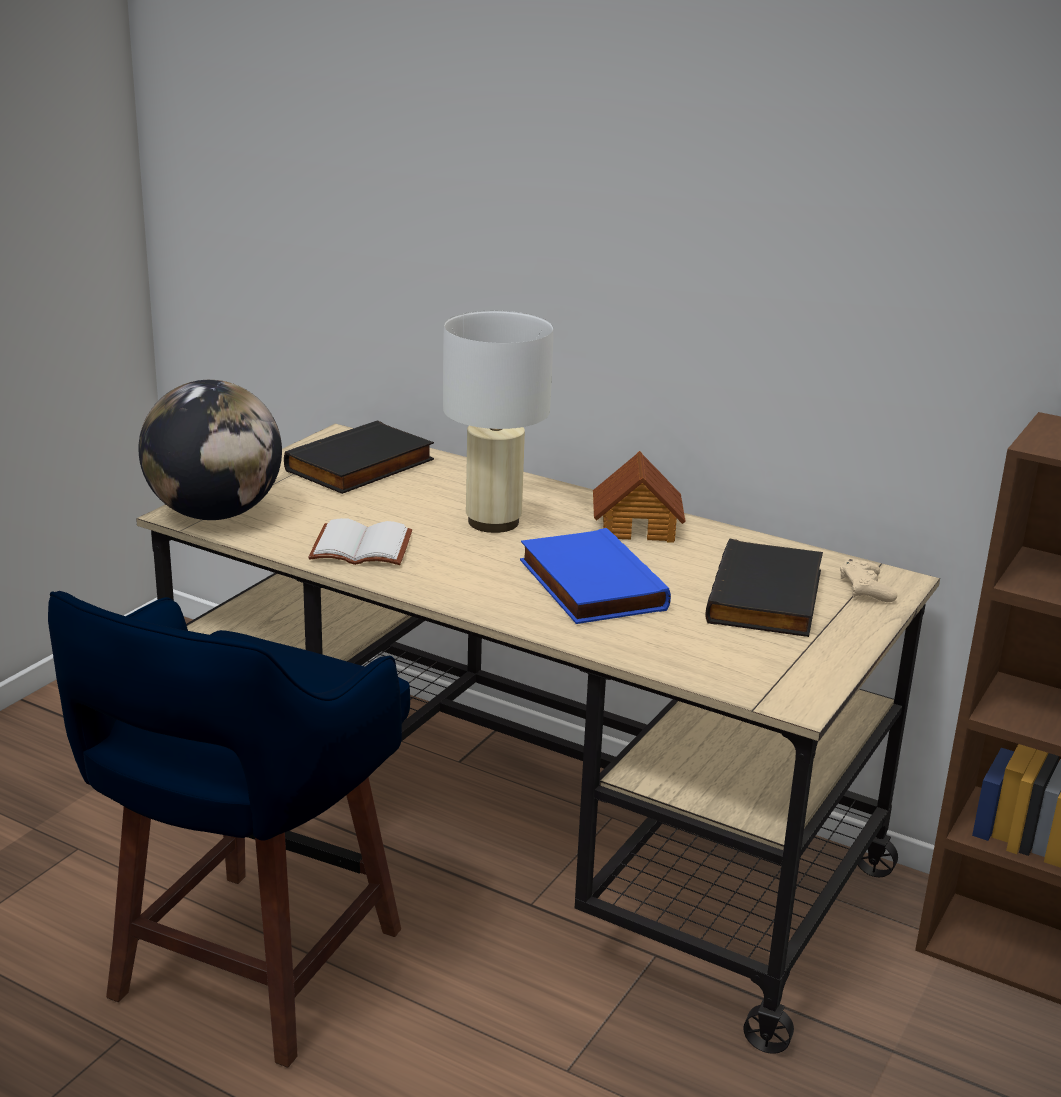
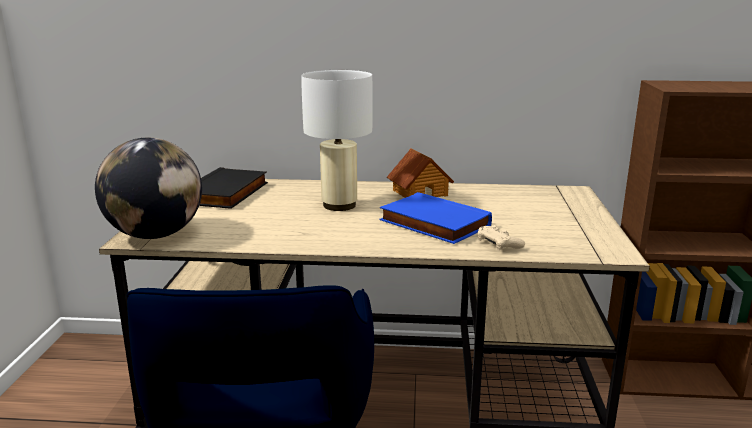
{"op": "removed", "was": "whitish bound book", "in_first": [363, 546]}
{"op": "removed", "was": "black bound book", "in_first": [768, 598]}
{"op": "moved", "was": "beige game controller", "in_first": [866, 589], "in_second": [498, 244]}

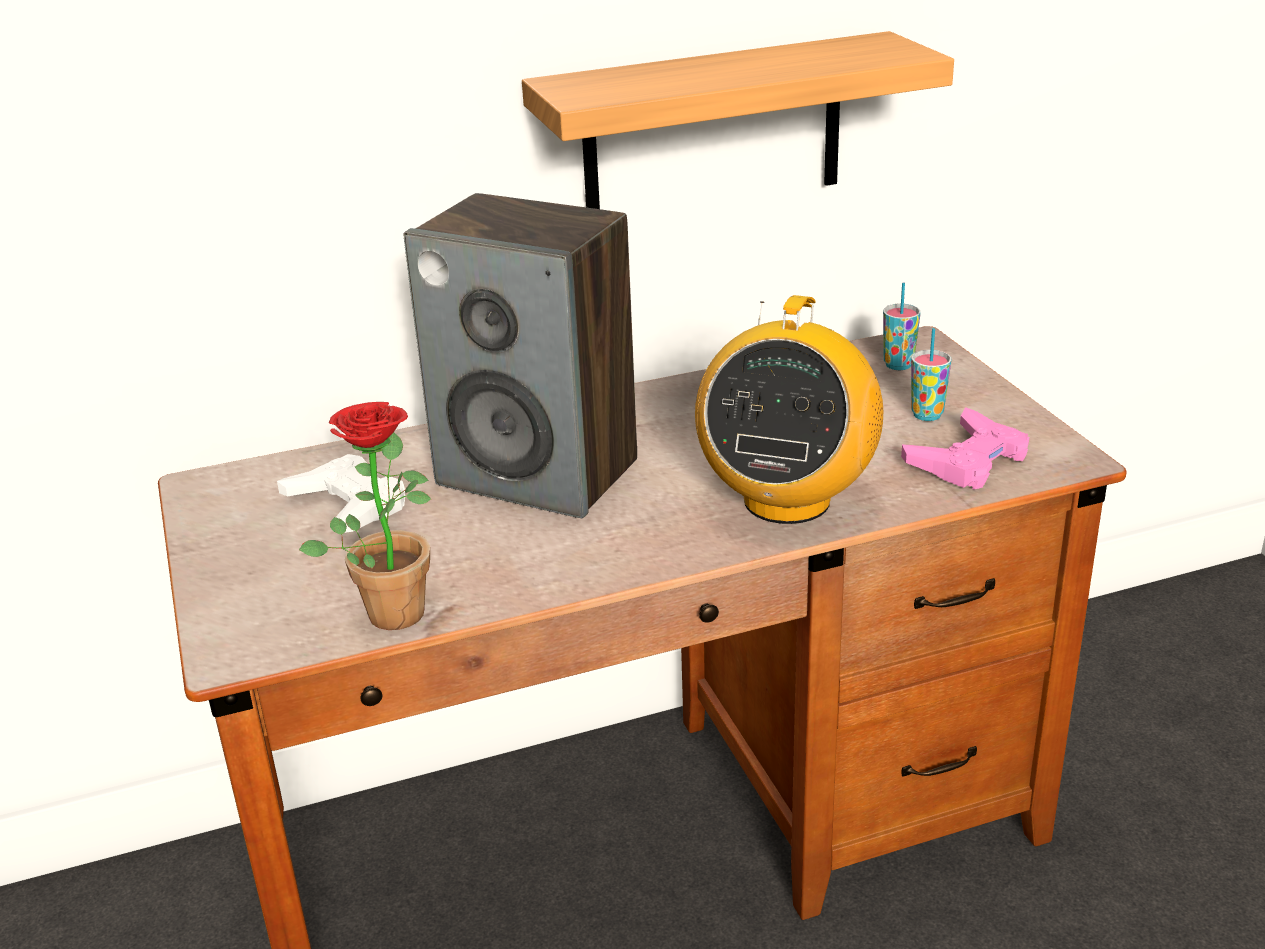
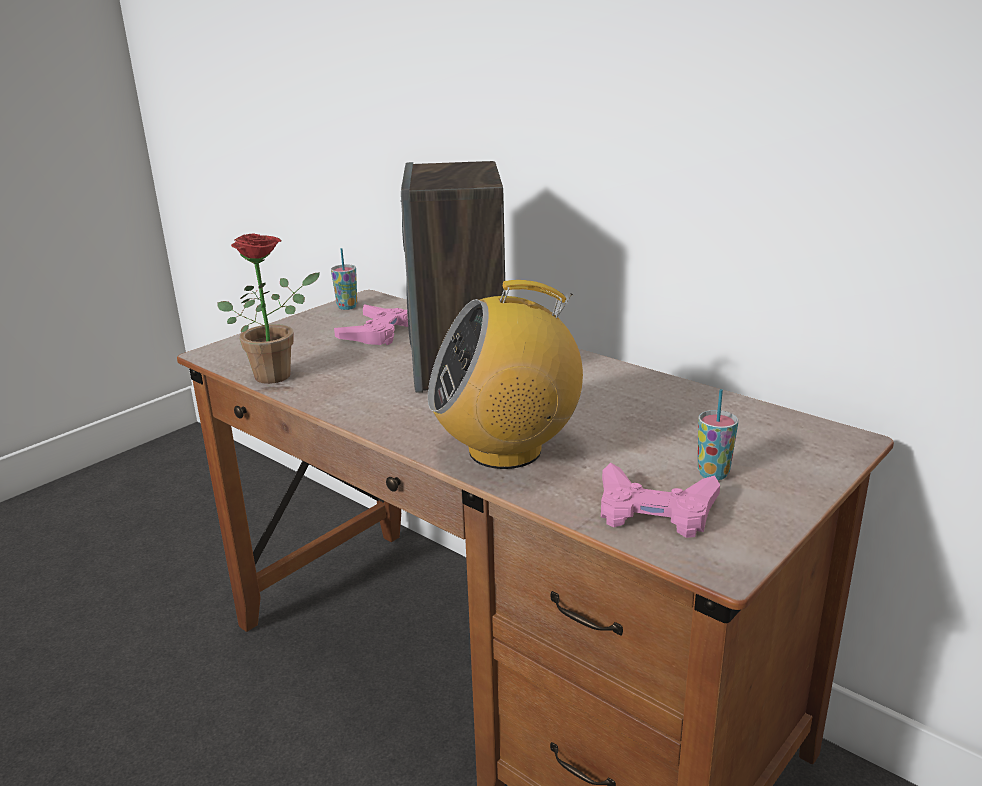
{"op": "removed", "was": "shelf", "in_first": [713, 129]}
{"op": "moved", "was": "cup", "in_first": [898, 365], "in_second": [347, 307]}
{"op": "recoloured", "was": "whitish game controller", "now": "pink game controller", "in_first": [348, 504], "in_second": [376, 332]}

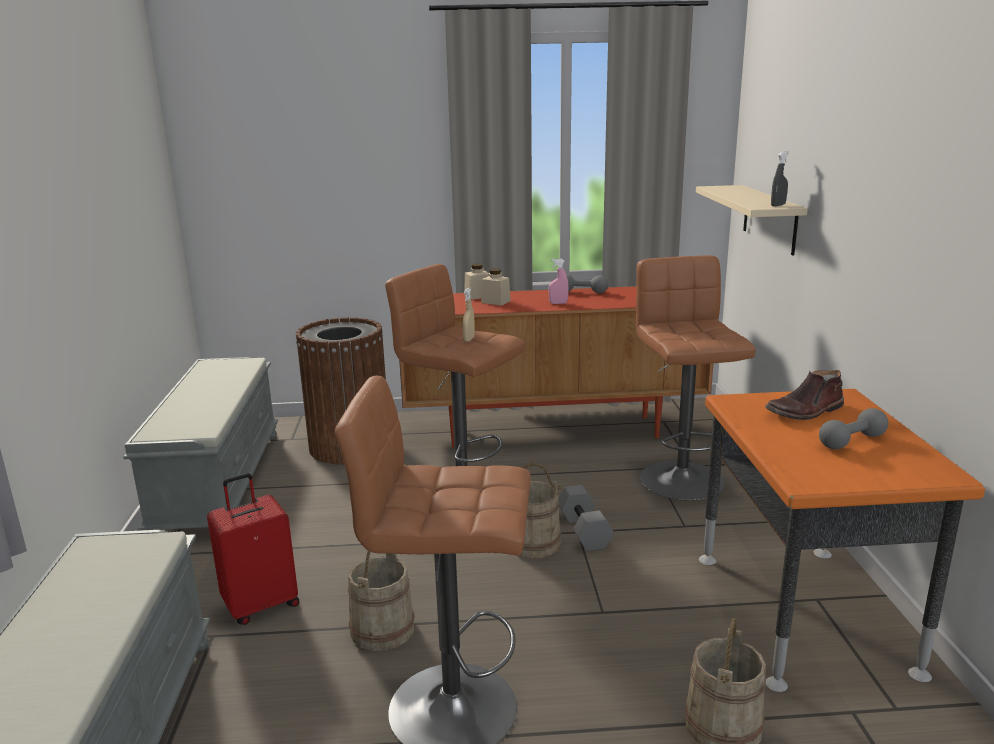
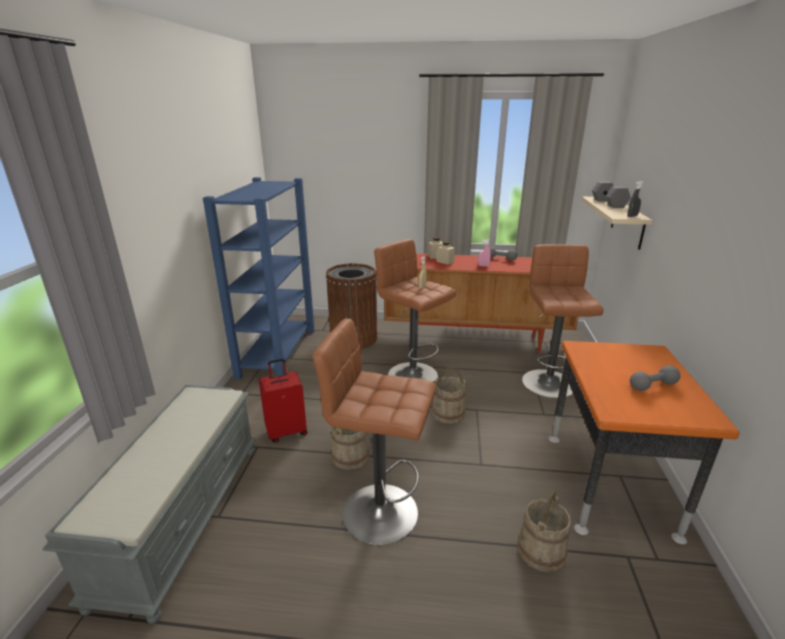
{"op": "replaced", "was": "gray indoor bench", "now": "bluish shelving unit", "in_first": [218, 482], "in_second": [277, 353]}
{"op": "removed", "was": "brown high-top boot", "in_first": [805, 411]}
{"op": "moved", "was": "gray free weight", "in_first": [585, 531], "in_second": [609, 203]}

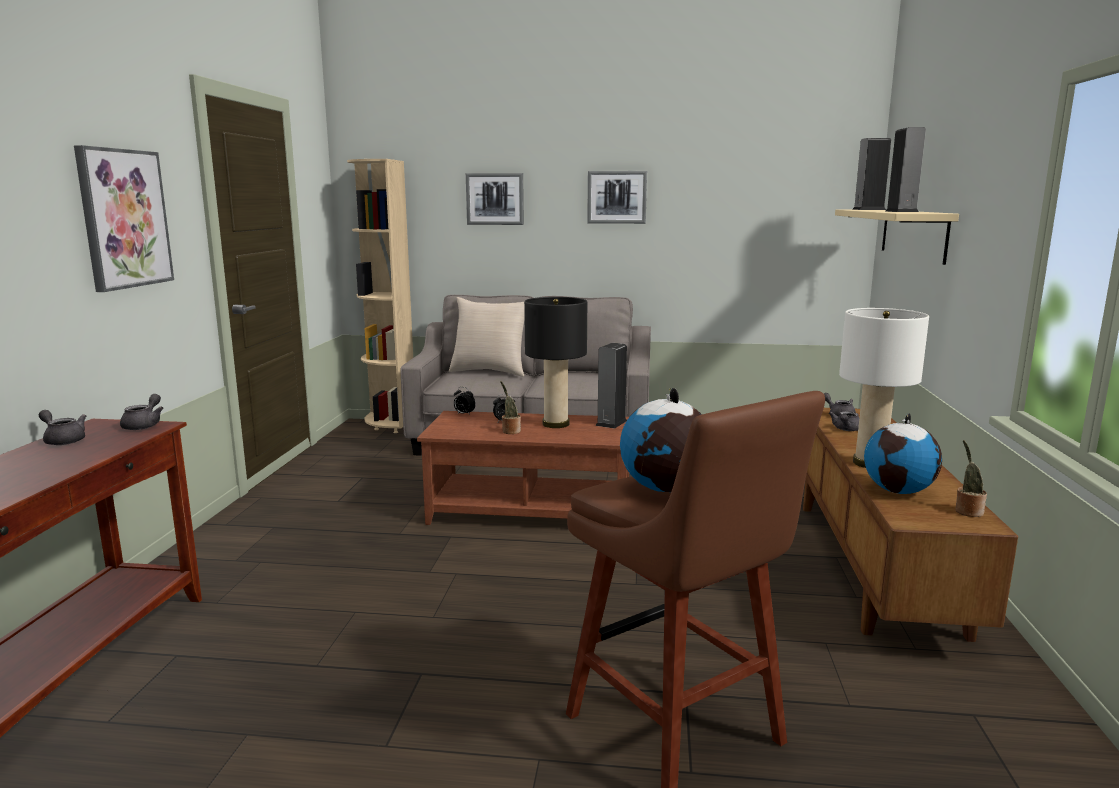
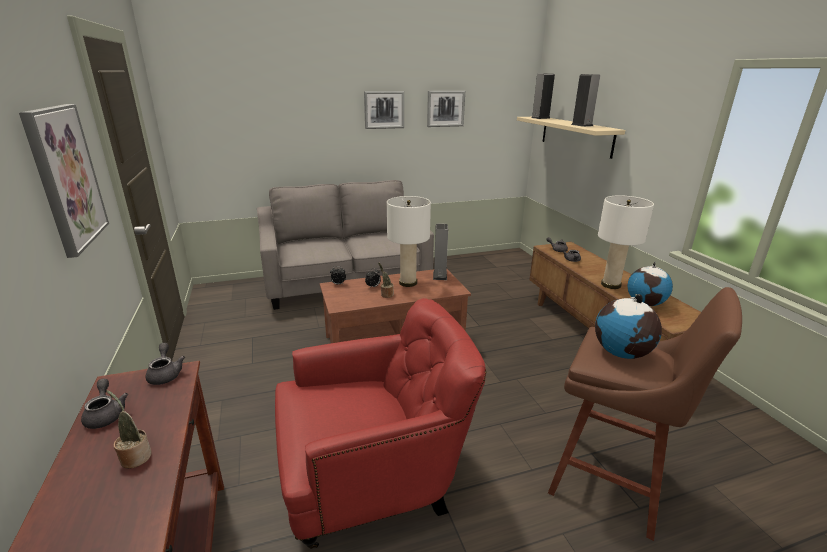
{"op": "removed", "was": "beige shelving unit", "in_first": [388, 427]}
{"op": "moved", "was": "wall art", "in_first": [495, 199], "in_second": [445, 108]}
{"op": "removed", "was": "beige cushion", "in_first": [490, 371]}
{"op": "recoloured", "was": "black table lamp", "now": "whitish table lamp", "in_first": [555, 424], "in_second": [407, 283]}
{"op": "turned", "was": "gray teapot", "in_first": [63, 440], "in_second": [106, 414], "clockwise": 60}
{"op": "moved", "was": "potted plant", "in_first": [967, 511], "in_second": [135, 456]}
{"op": "added", "now": "reddish armchair", "in_second": [374, 476]}

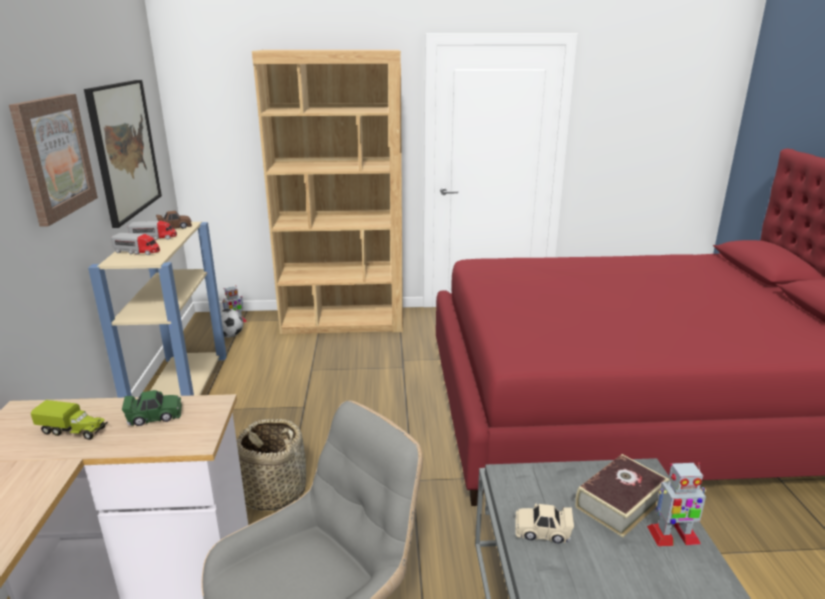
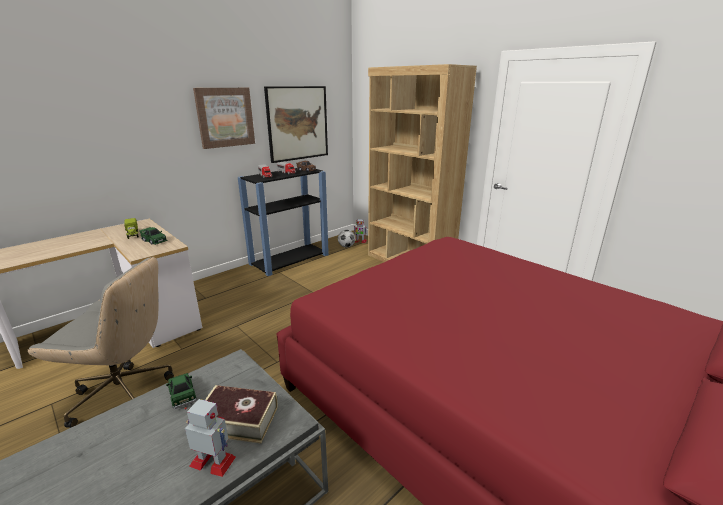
{"op": "recoloured", "was": "beige shelving unit", "now": "black shelving unit", "in_first": [181, 387], "in_second": [290, 259]}
{"op": "removed", "was": "basket", "in_first": [273, 491]}
{"op": "turned", "was": "toy robot", "in_first": [672, 535], "in_second": [213, 461], "clockwise": 150}
{"op": "recoloured", "was": "beige toy car", "now": "greenish toy car", "in_first": [542, 531], "in_second": [182, 395]}

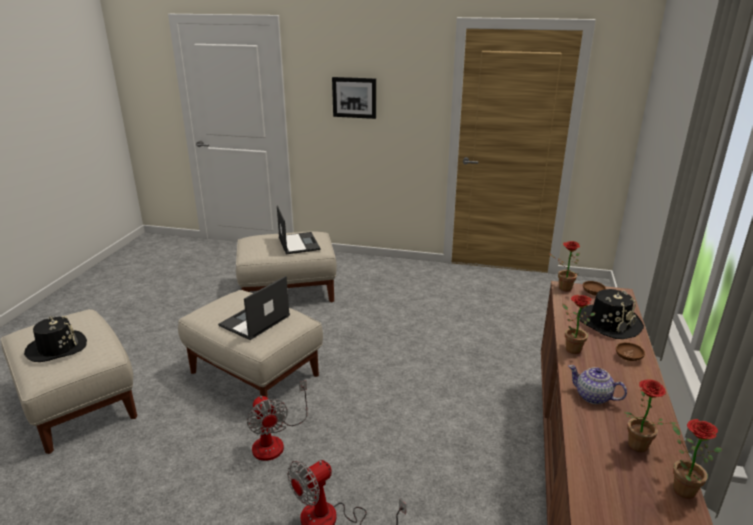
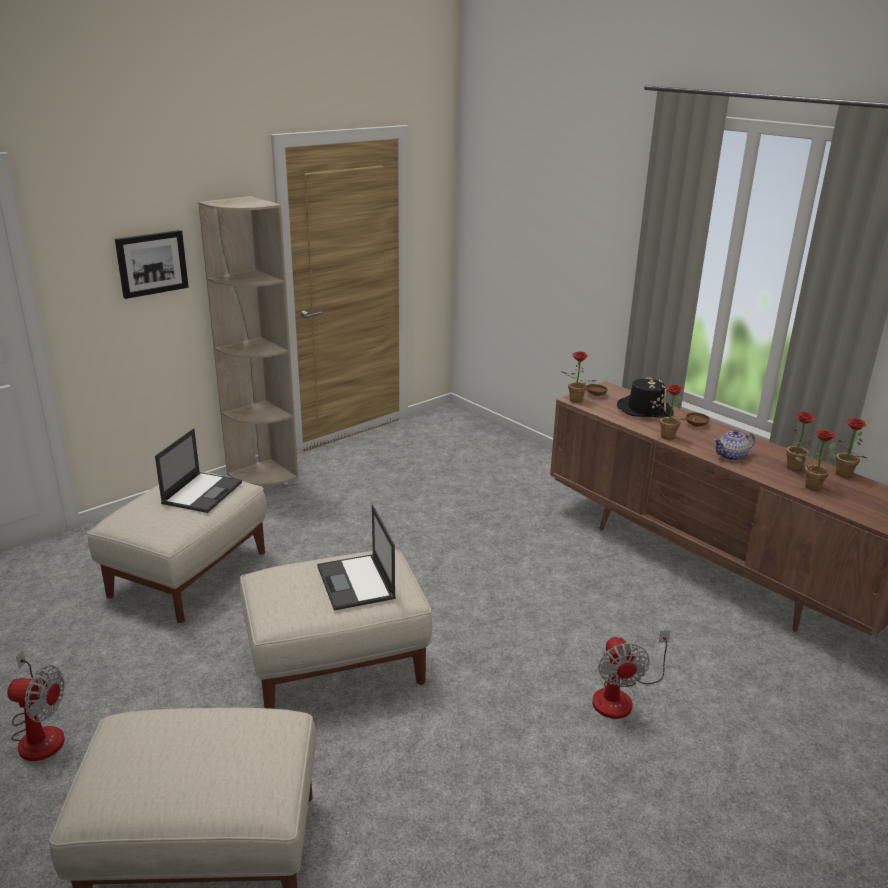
{"op": "turned", "was": "laptop", "in_first": [298, 243], "in_second": [202, 492], "clockwise": 90}
{"op": "removed", "was": "black clothing hat", "in_first": [57, 348]}
{"op": "moved", "was": "cooling fan", "in_first": [275, 441], "in_second": [39, 733]}
{"op": "added", "now": "beige shelving unit", "in_second": [263, 481]}
{"op": "added", "now": "potted plant", "in_second": [813, 485]}

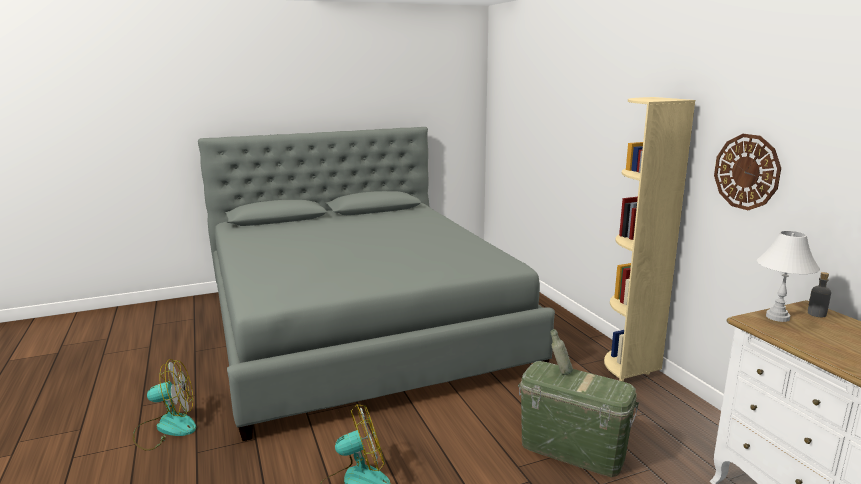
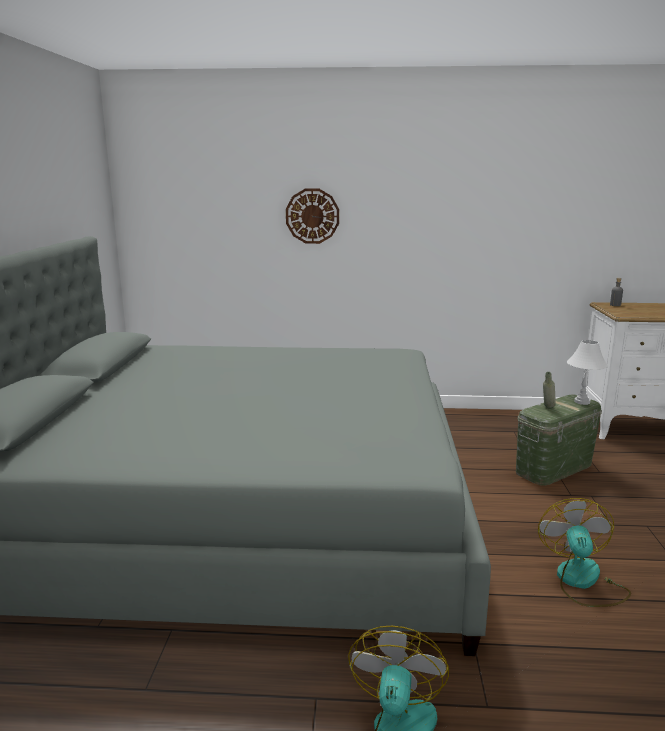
{"op": "removed", "was": "beige shelving unit", "in_first": [626, 369]}
{"op": "moved", "was": "wall clock", "in_first": [746, 172], "in_second": [312, 216]}
{"op": "moved", "was": "whitish table lamp", "in_first": [777, 317], "in_second": [582, 402]}

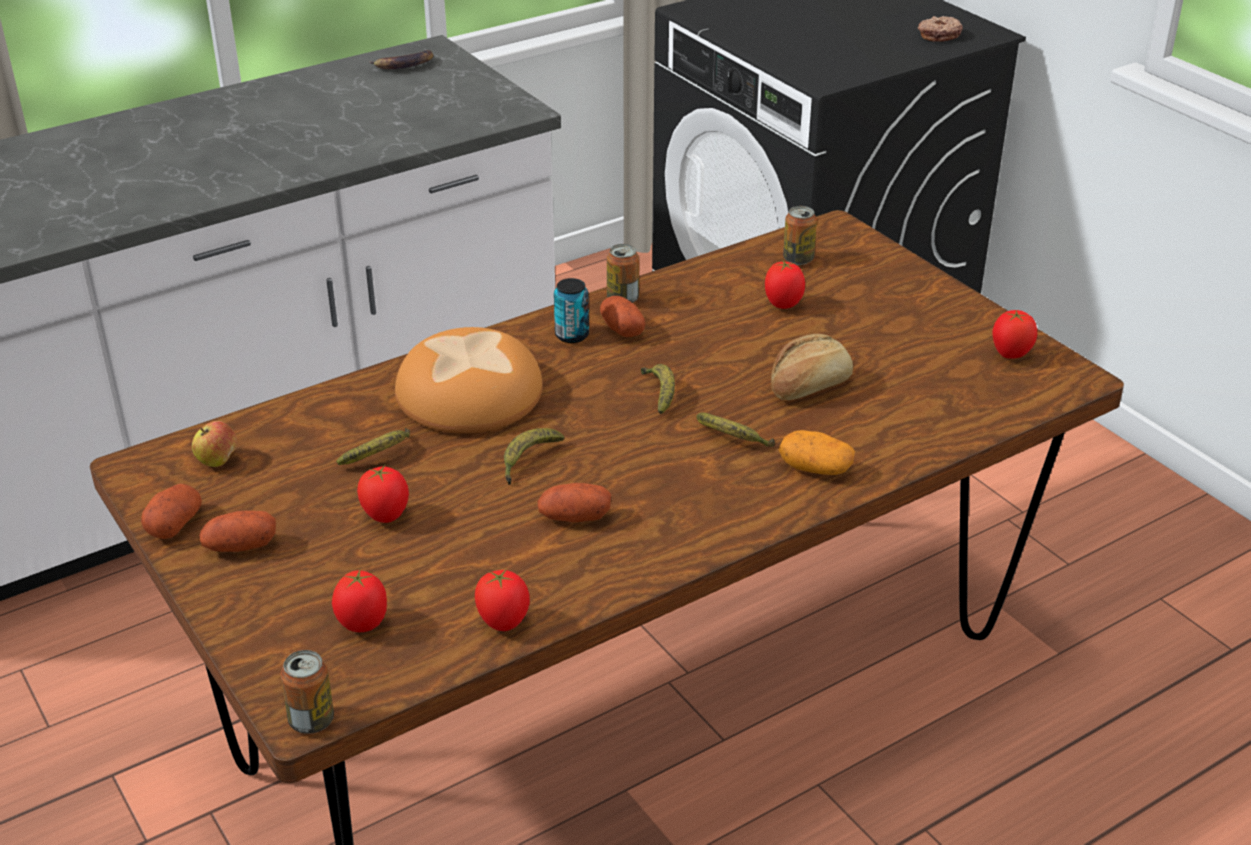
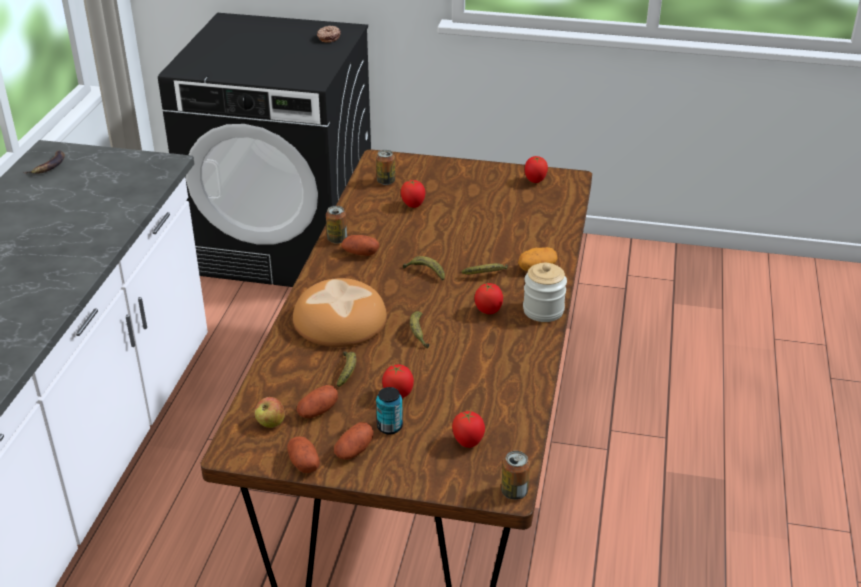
{"op": "moved", "was": "can", "in_first": [572, 335], "in_second": [389, 427]}
{"op": "removed", "was": "bread", "in_first": [809, 386]}
{"op": "moved", "was": "whole potato", "in_first": [574, 517], "in_second": [318, 411]}
{"op": "moved", "was": "fresh tomato", "in_first": [504, 623], "in_second": [488, 311]}
{"op": "added", "now": "storage jar", "in_second": [543, 310]}

